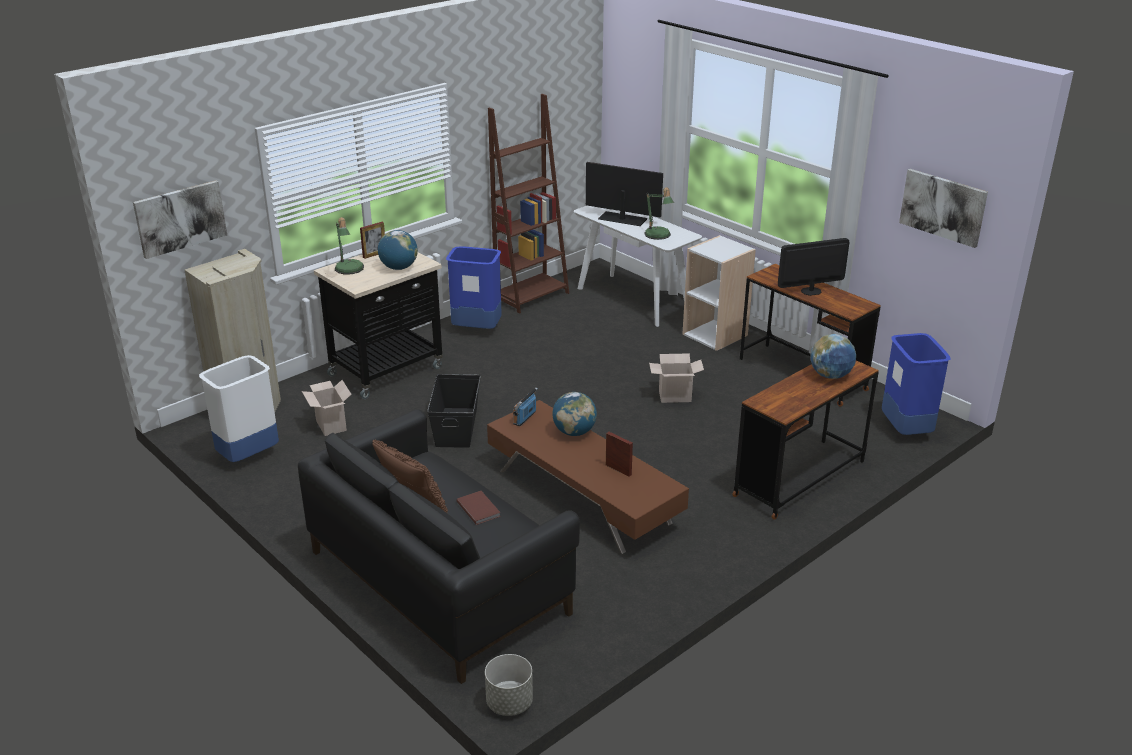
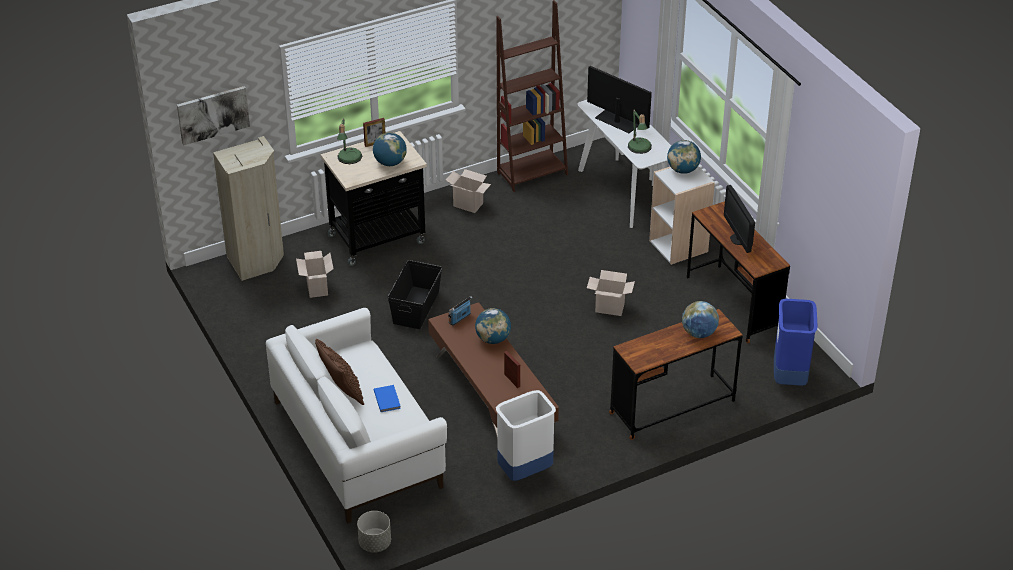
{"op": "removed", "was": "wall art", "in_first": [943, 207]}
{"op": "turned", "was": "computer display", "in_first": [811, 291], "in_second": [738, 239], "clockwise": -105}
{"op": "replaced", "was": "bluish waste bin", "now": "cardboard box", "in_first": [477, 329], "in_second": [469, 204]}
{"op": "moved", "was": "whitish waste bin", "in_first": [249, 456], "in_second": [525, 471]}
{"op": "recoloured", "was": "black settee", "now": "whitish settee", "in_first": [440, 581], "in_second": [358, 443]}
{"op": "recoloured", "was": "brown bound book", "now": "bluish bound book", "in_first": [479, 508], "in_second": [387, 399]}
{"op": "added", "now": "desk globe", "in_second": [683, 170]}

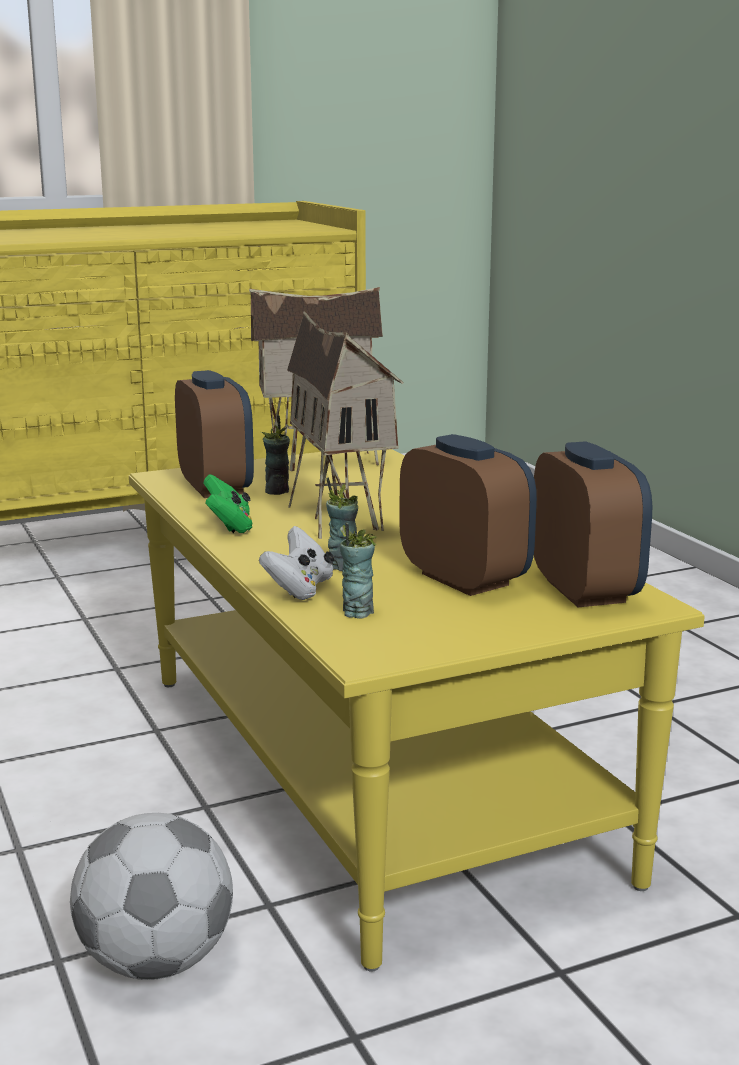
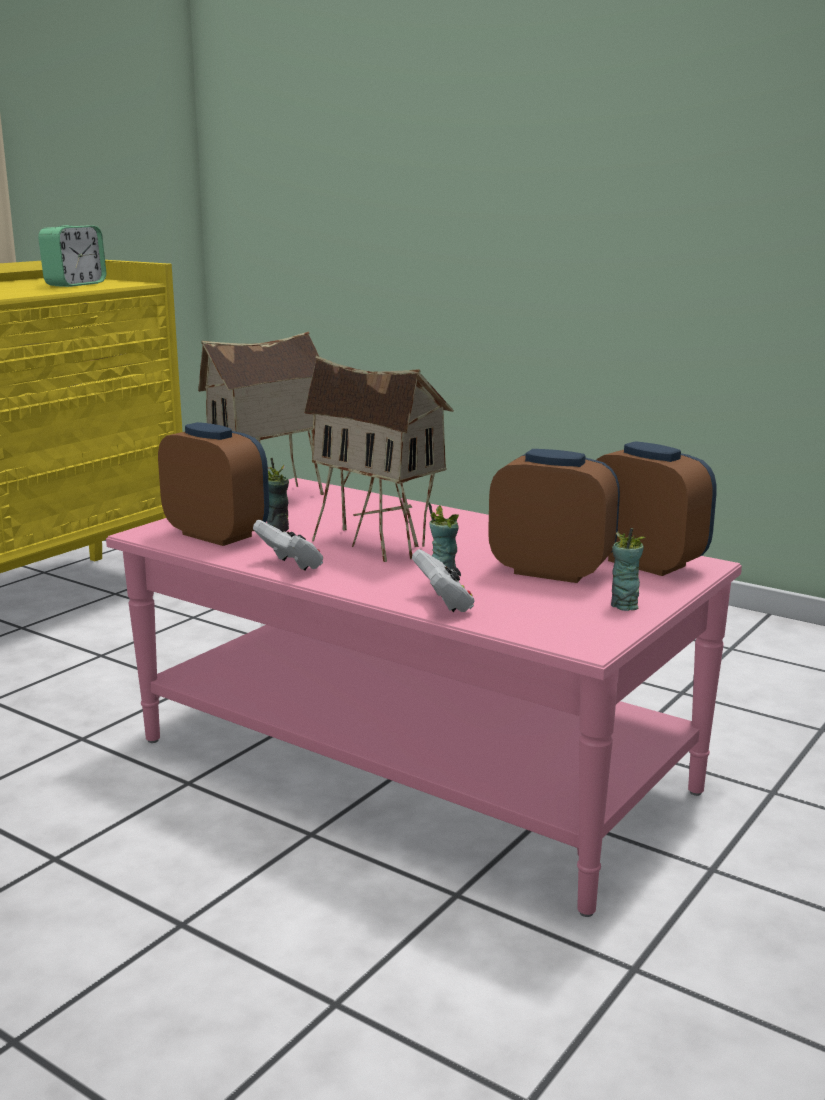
{"op": "recoloured", "was": "yellow coffee table", "now": "pink coffee table", "in_first": [367, 769], "in_second": [409, 764]}
{"op": "recoloured", "was": "greenish game controller", "now": "whitish game controller", "in_first": [229, 526], "in_second": [291, 566]}
{"op": "moved", "was": "cup", "in_first": [357, 612], "in_second": [624, 605]}
{"op": "removed", "was": "ball for football", "in_first": [155, 962]}
{"op": "added", "now": "alarm clock", "in_second": [75, 284]}

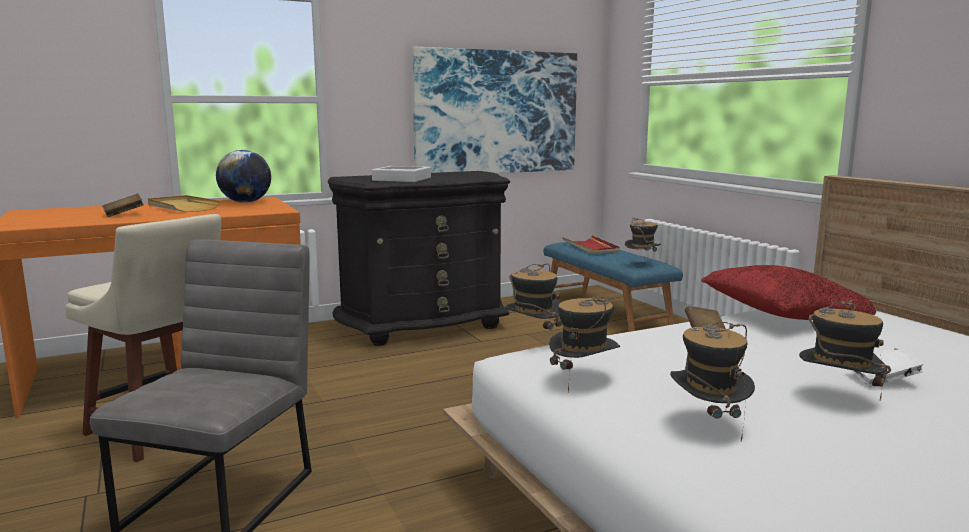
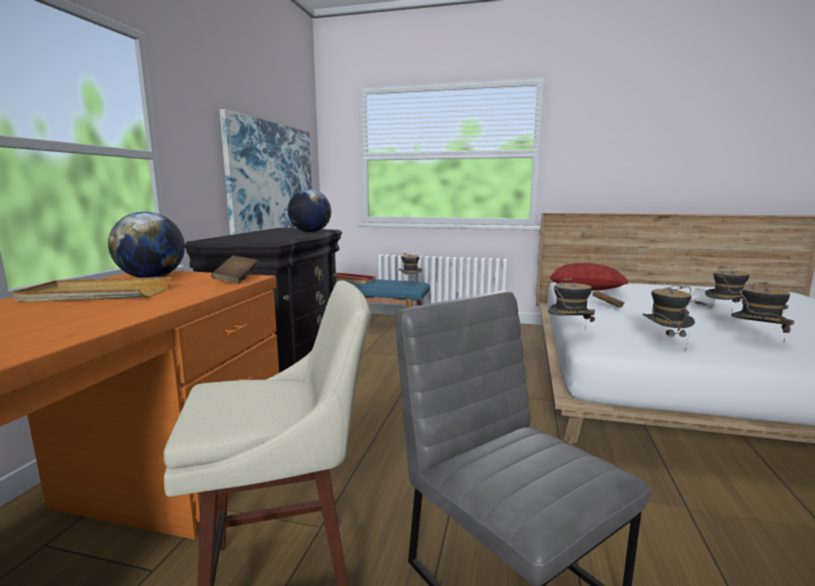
{"op": "removed", "was": "gray serving tray", "in_first": [402, 179]}
{"op": "moved", "was": "brown bound book", "in_first": [124, 215], "in_second": [236, 280]}
{"op": "added", "now": "desk globe", "in_second": [310, 232]}

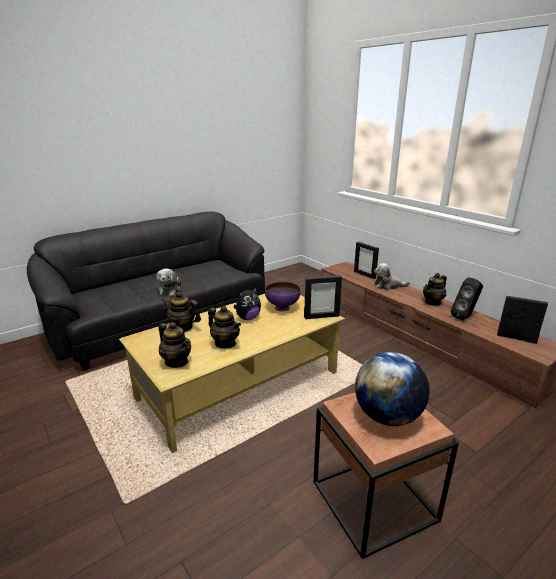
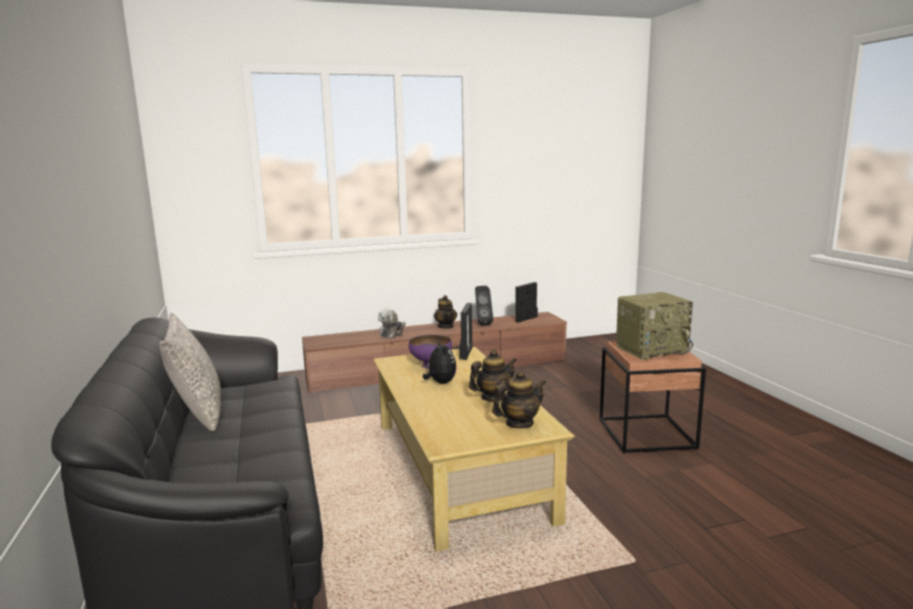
{"op": "removed", "was": "picture frame", "in_first": [365, 274]}
{"op": "removed", "was": "plush toy", "in_first": [170, 290]}
{"op": "removed", "was": "teapot", "in_first": [182, 328]}
{"op": "replaced", "was": "desk globe", "now": "radio set", "in_first": [387, 417], "in_second": [652, 349]}
{"op": "added", "now": "gray cushion", "in_second": [198, 412]}

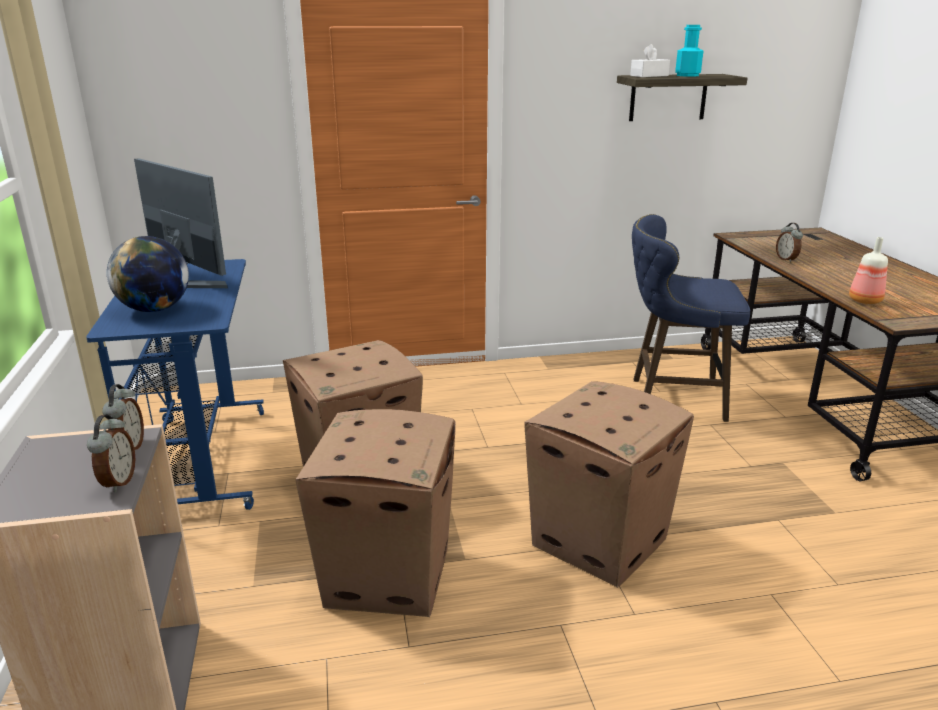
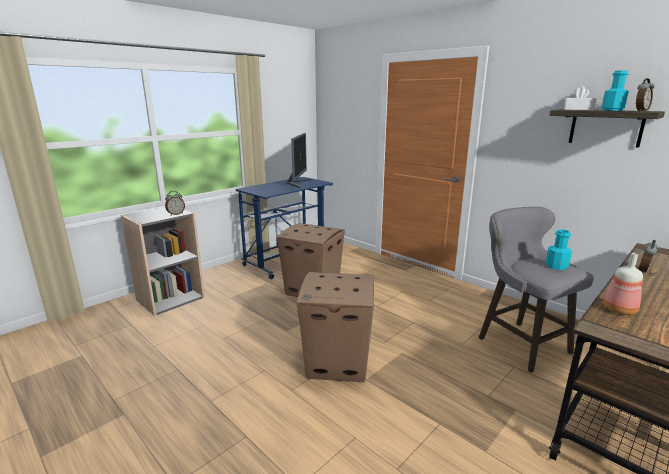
{"op": "recoloured", "was": "bluish sitting stool", "now": "gray sitting stool", "in_first": [672, 398], "in_second": [520, 343]}
{"op": "removed", "was": "desk globe", "in_first": [155, 309]}
{"op": "removed", "was": "cardboard box", "in_first": [389, 575]}
{"op": "moved", "was": "alarm clock", "in_first": [117, 482], "in_second": [640, 111]}
{"op": "added", "now": "turquoise-coloured beverage bottle", "in_second": [556, 266]}

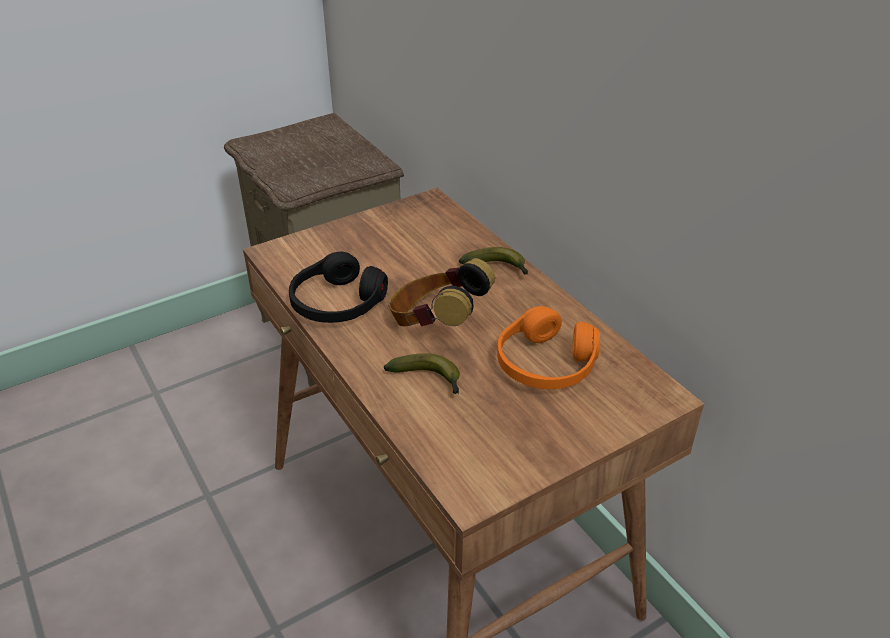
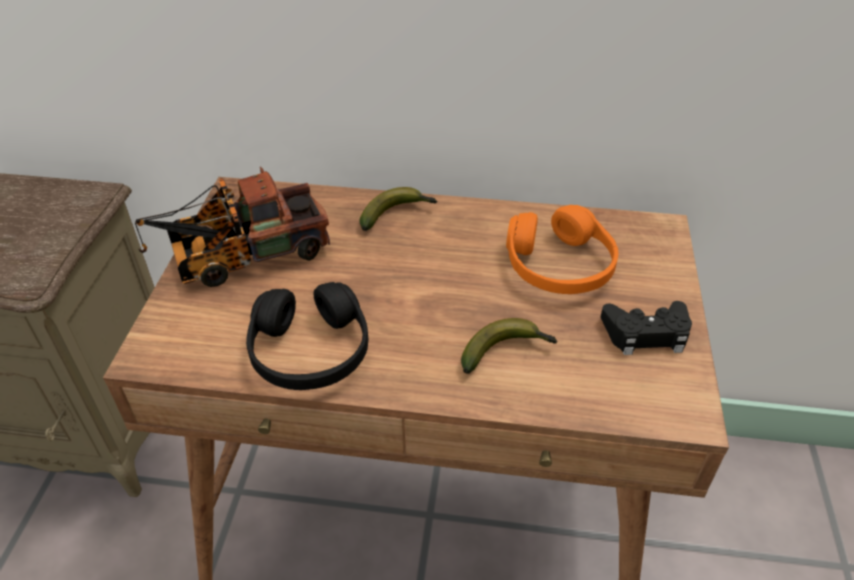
{"op": "removed", "was": "headphones", "in_first": [436, 324]}
{"op": "added", "now": "toy lorry", "in_second": [241, 257]}
{"op": "added", "now": "black game controller", "in_second": [646, 333]}

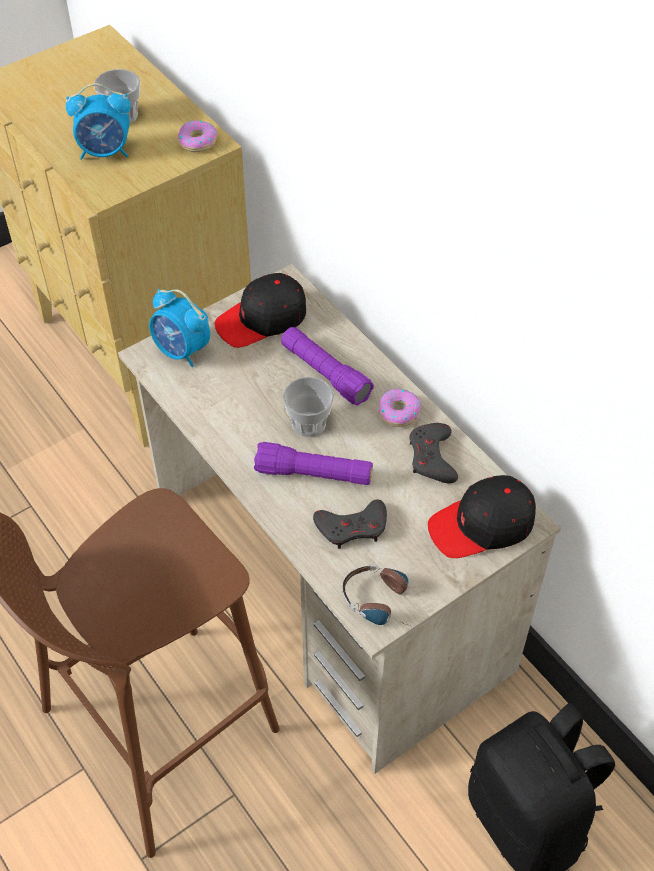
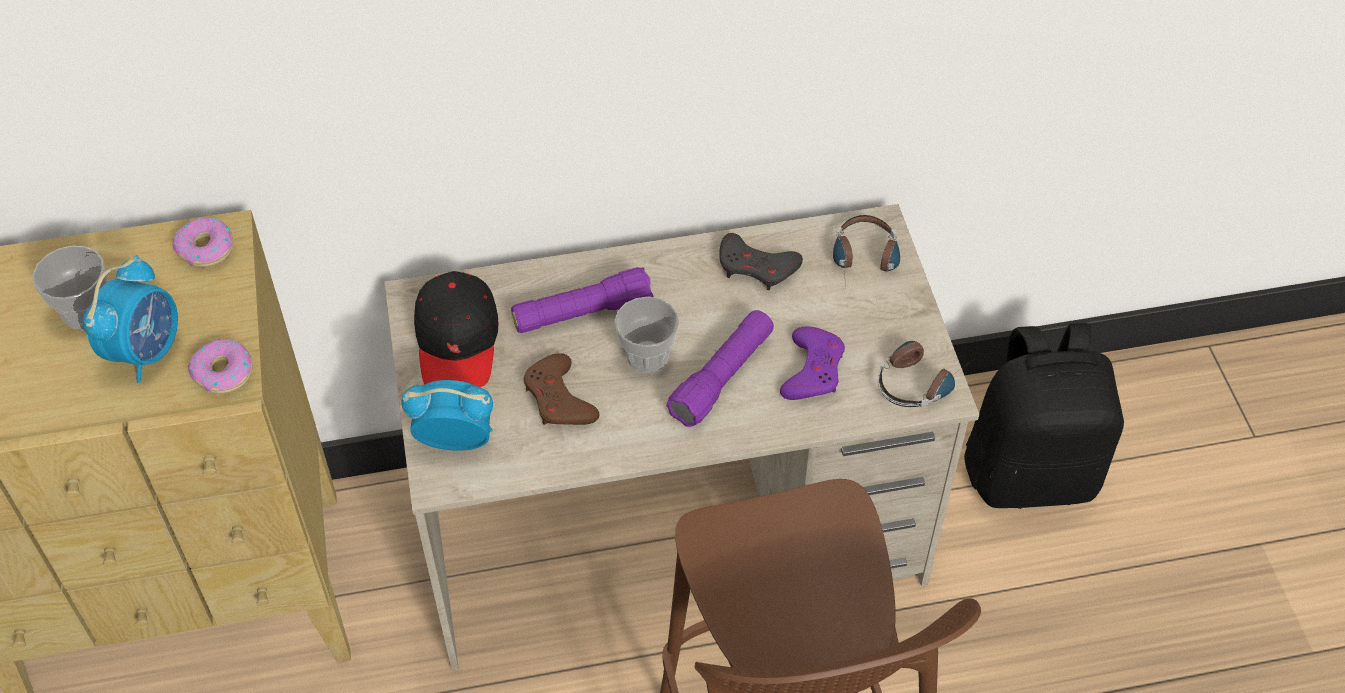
{"op": "turned", "was": "alarm clock", "in_first": [182, 351], "in_second": [456, 440], "clockwise": -150}
{"op": "moved", "was": "donut", "in_first": [398, 412], "in_second": [223, 372]}
{"op": "replaced", "was": "black cap", "now": "headphones", "in_first": [482, 525], "in_second": [865, 262]}
{"op": "recoloured", "was": "gray game controller", "now": "purple game controller", "in_first": [352, 527], "in_second": [812, 370]}
{"op": "added", "now": "brown game controller", "in_second": [559, 399]}

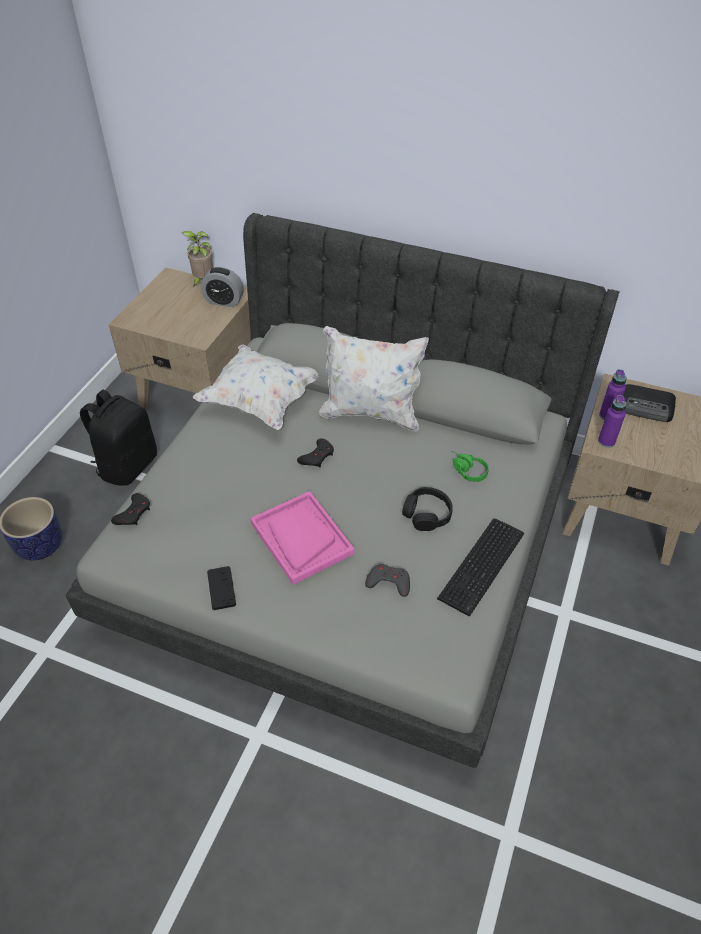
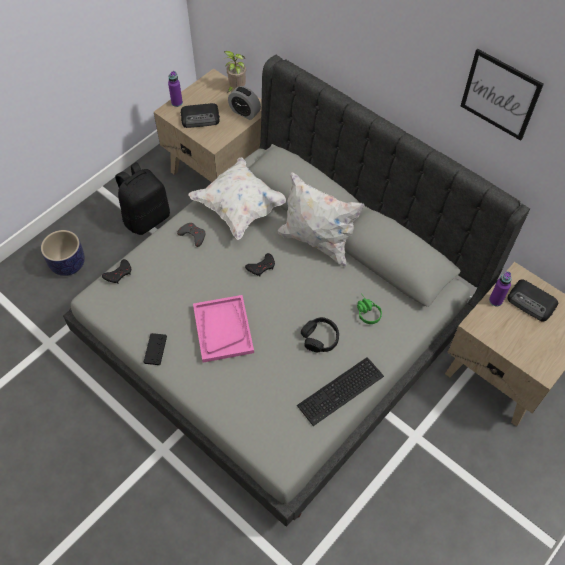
{"op": "moved", "was": "purple beverage bottle", "in_first": [606, 441], "in_second": [177, 103]}
{"op": "moved", "was": "gray game controller", "in_first": [388, 582], "in_second": [193, 235]}
{"op": "added", "now": "wall art", "in_second": [500, 95]}
{"op": "added", "now": "radio set", "in_second": [201, 118]}

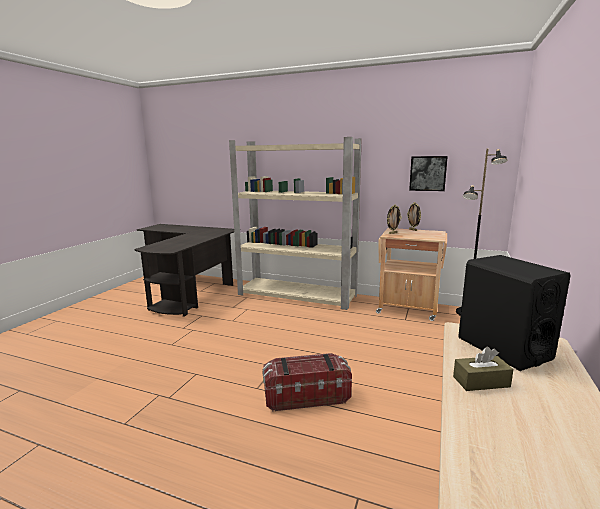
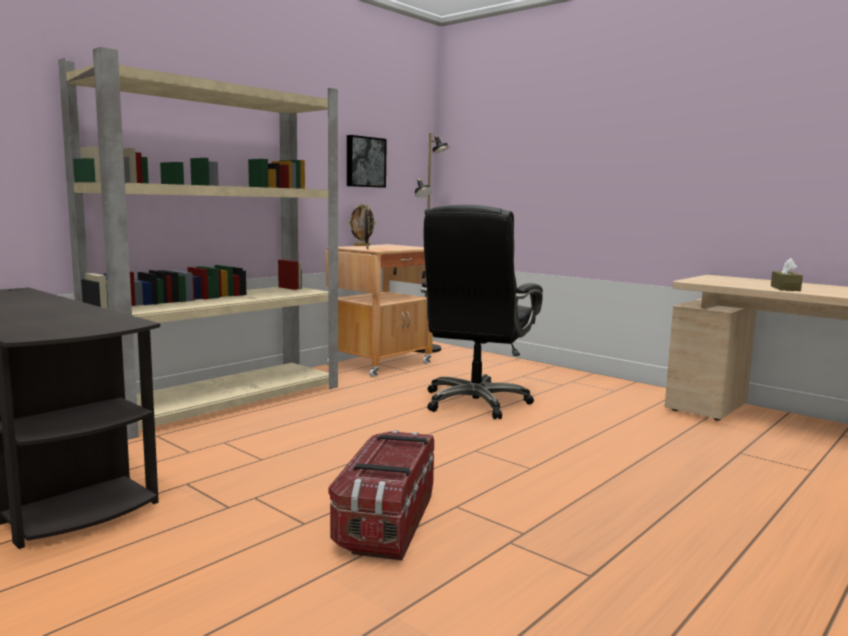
{"op": "removed", "was": "black speaker", "in_first": [503, 348]}
{"op": "moved", "was": "storage box", "in_first": [306, 396], "in_second": [386, 522]}
{"op": "added", "now": "black computer chair", "in_second": [476, 401]}

